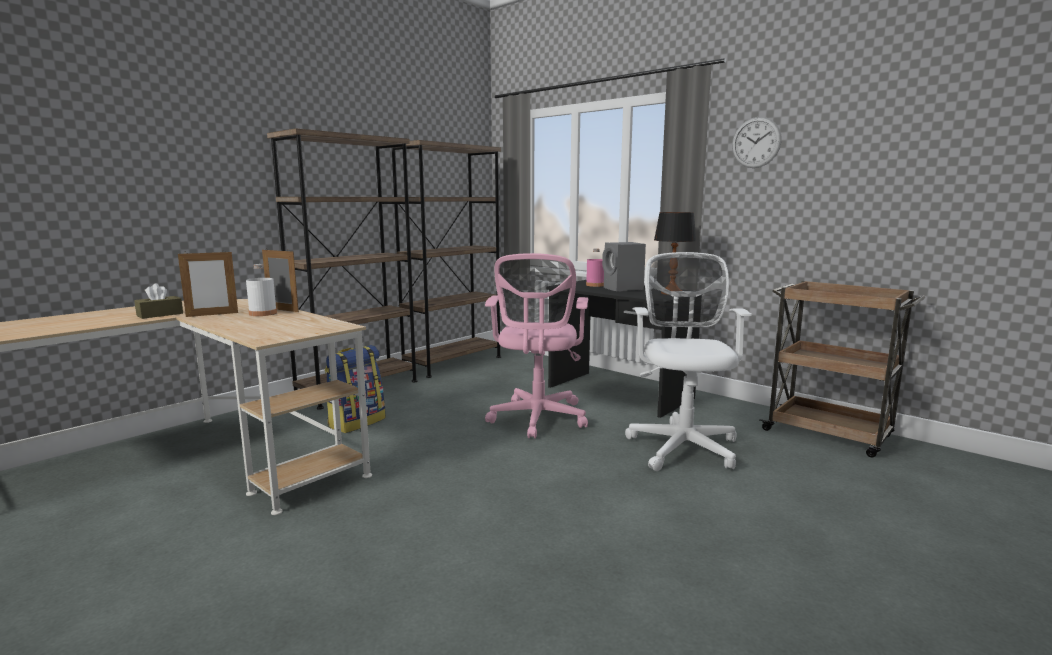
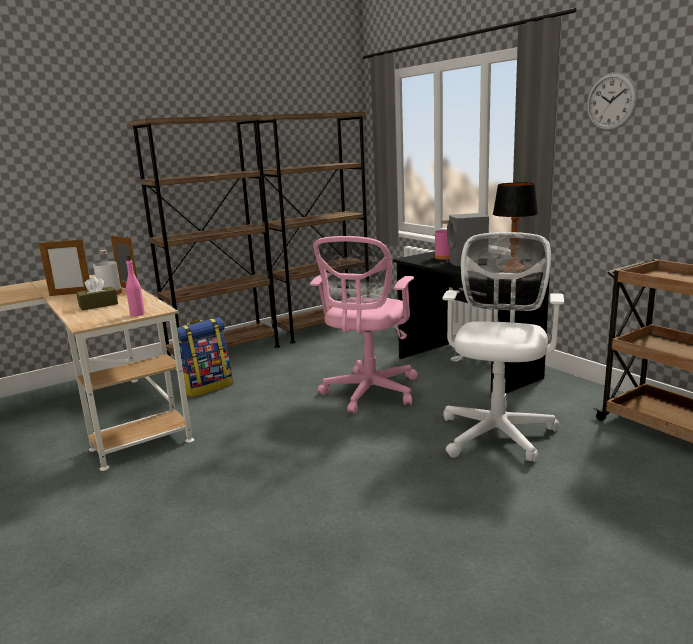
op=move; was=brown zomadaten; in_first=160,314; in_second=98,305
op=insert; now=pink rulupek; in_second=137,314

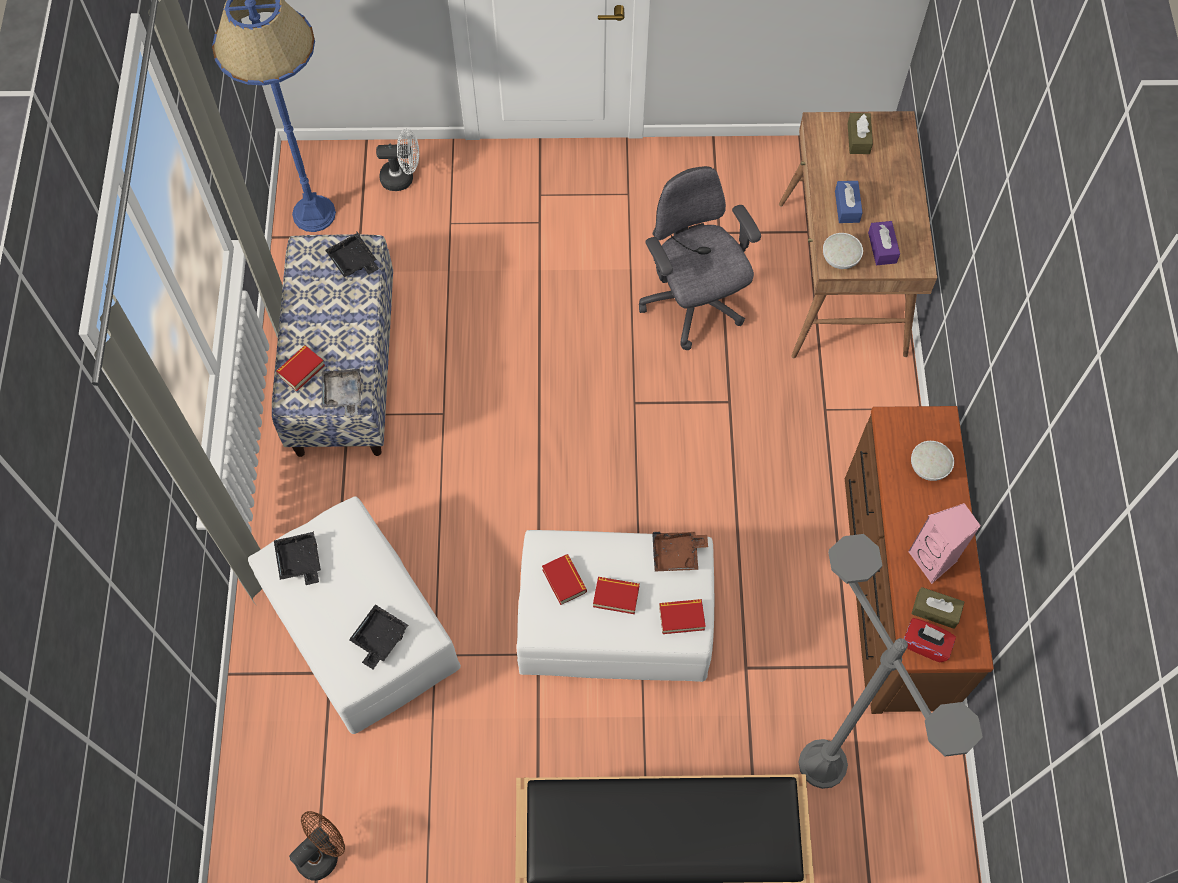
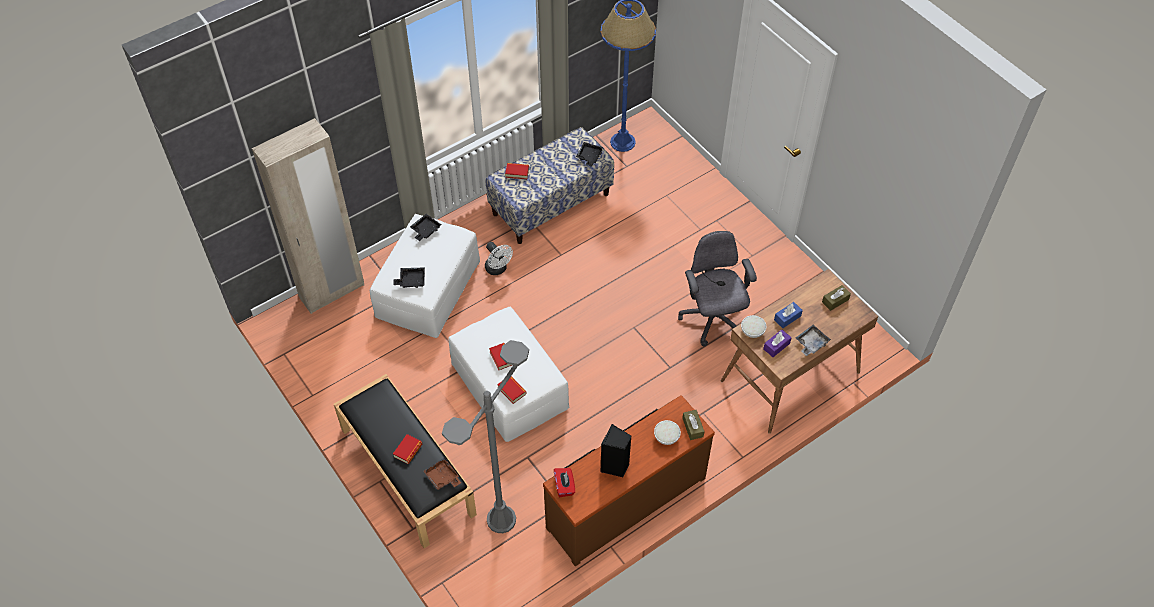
op=insert; now=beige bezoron; in_second=332,292
op=move; was=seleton; in_first=564,581; in_second=408,451
op=move; was=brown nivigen; in_first=677,554; in_second=442,477
op=move; was=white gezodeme; in_first=403,177; in_second=498,269
op=recolor; was=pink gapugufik; now=black gapugufik; in_first=934,559; in_second=615,466
op=rotate; was=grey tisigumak; in_first=692,304; in_second=712,320; clockwise=-45
op=move; was=brown zomadaten; in_first=935,611; in_second=692,427
op=move; was=grey nivigen; in_first=343,395; in_second=811,343
op=delete; was=brown gezodeme; in_first=322,852

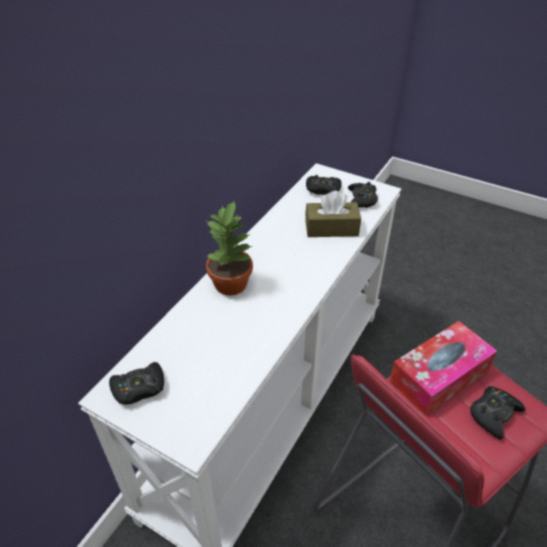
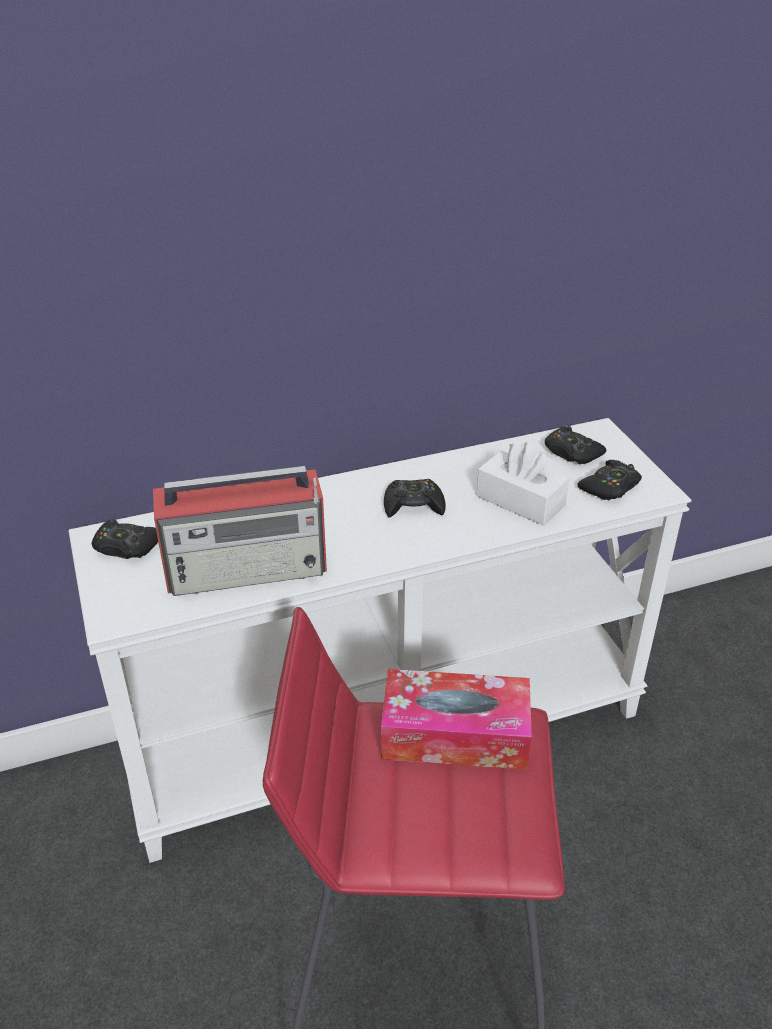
op=insert; now=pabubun; in_second=248,568
op=move; was=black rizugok; in_first=493,414; in_second=413,505
op=recolor; was=brown zomadaten; now=white zomadaten; in_first=331,228; in_second=520,501
op=delete; was=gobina; in_first=232,284

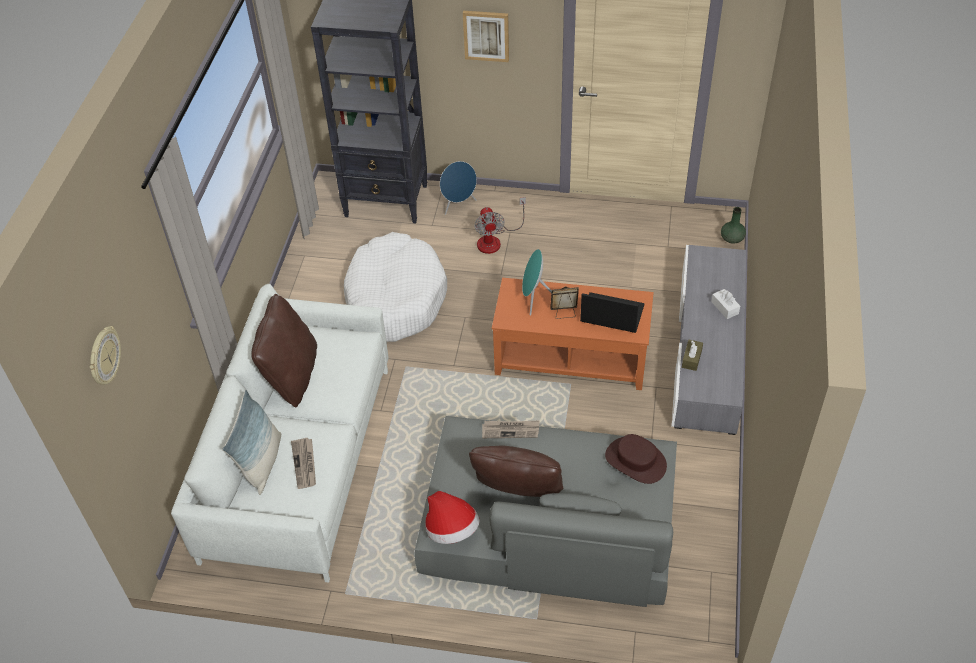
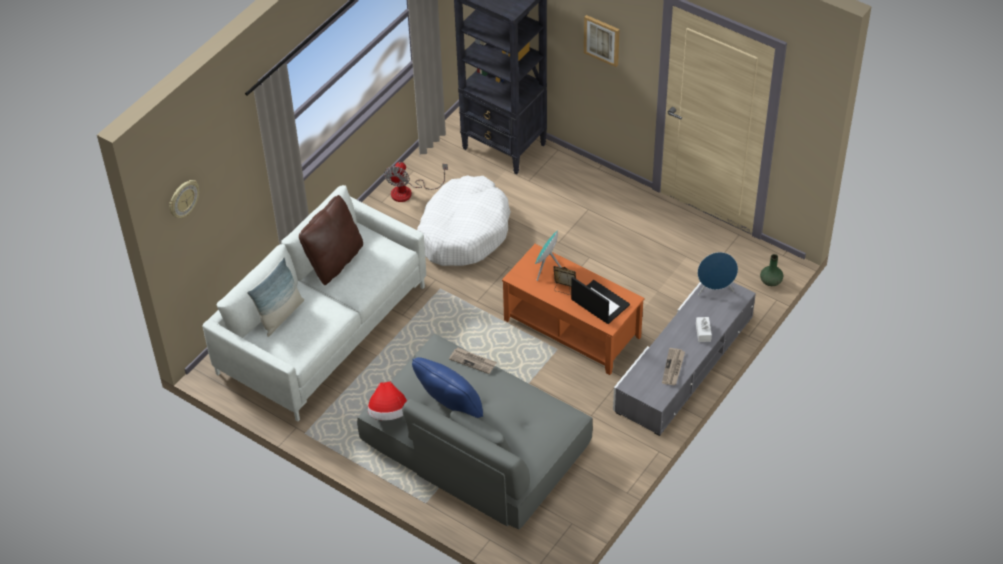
op=move; was=gezodeme; in_first=495,240; in_second=409,192
op=recolor; was=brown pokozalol; now=blue pokozalol; in_first=517,495; in_second=449,408
op=move; was=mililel; in_first=305,464; in_second=673,368
op=move; was=blue gapugufik; in_first=458,205; in_second=715,290
op=delete; was=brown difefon; in_first=636,461
op=delete; was=brown zomadaten; in_first=691,359

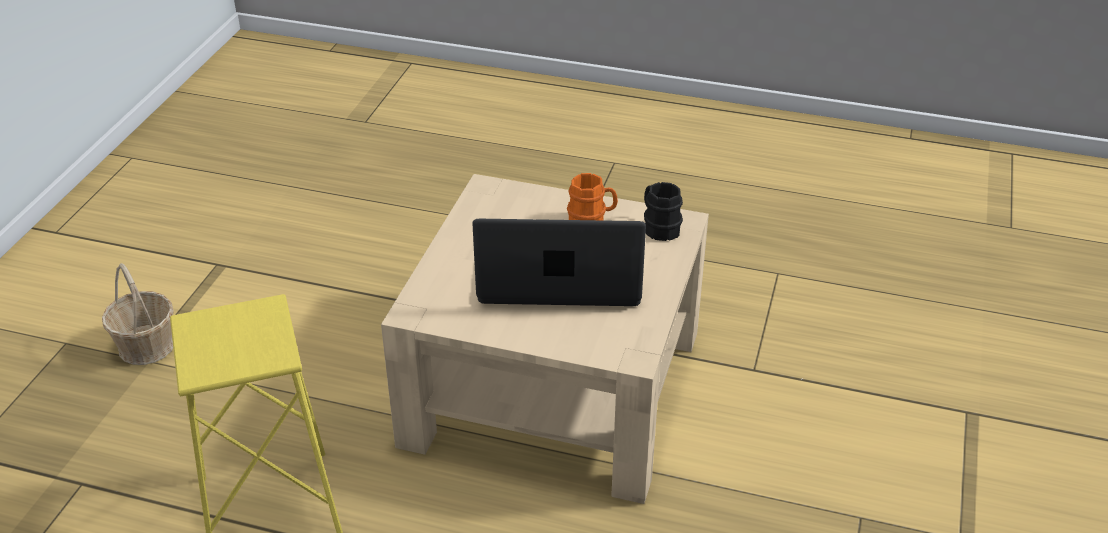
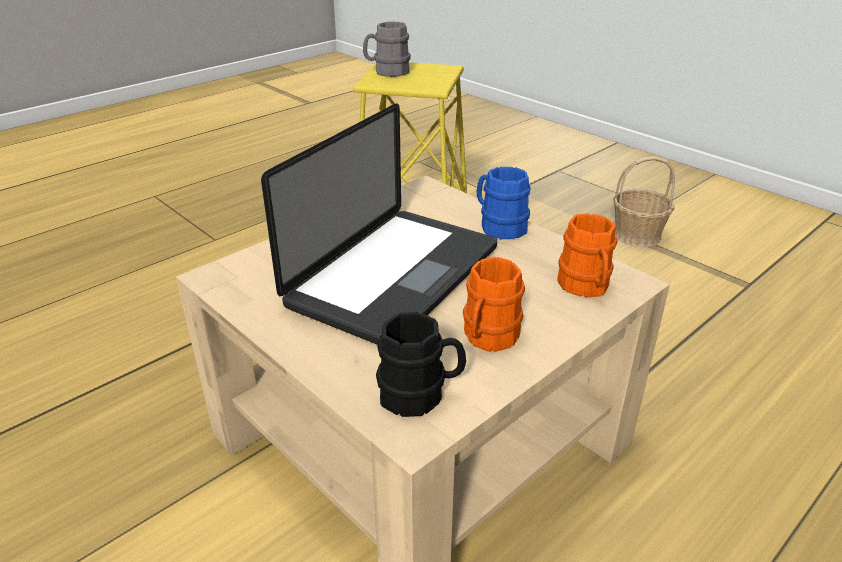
op=insert; now=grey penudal; in_second=387,72
op=insert; now=blue penudal; in_second=498,226
op=insert; now=orange penudal; in_second=585,287

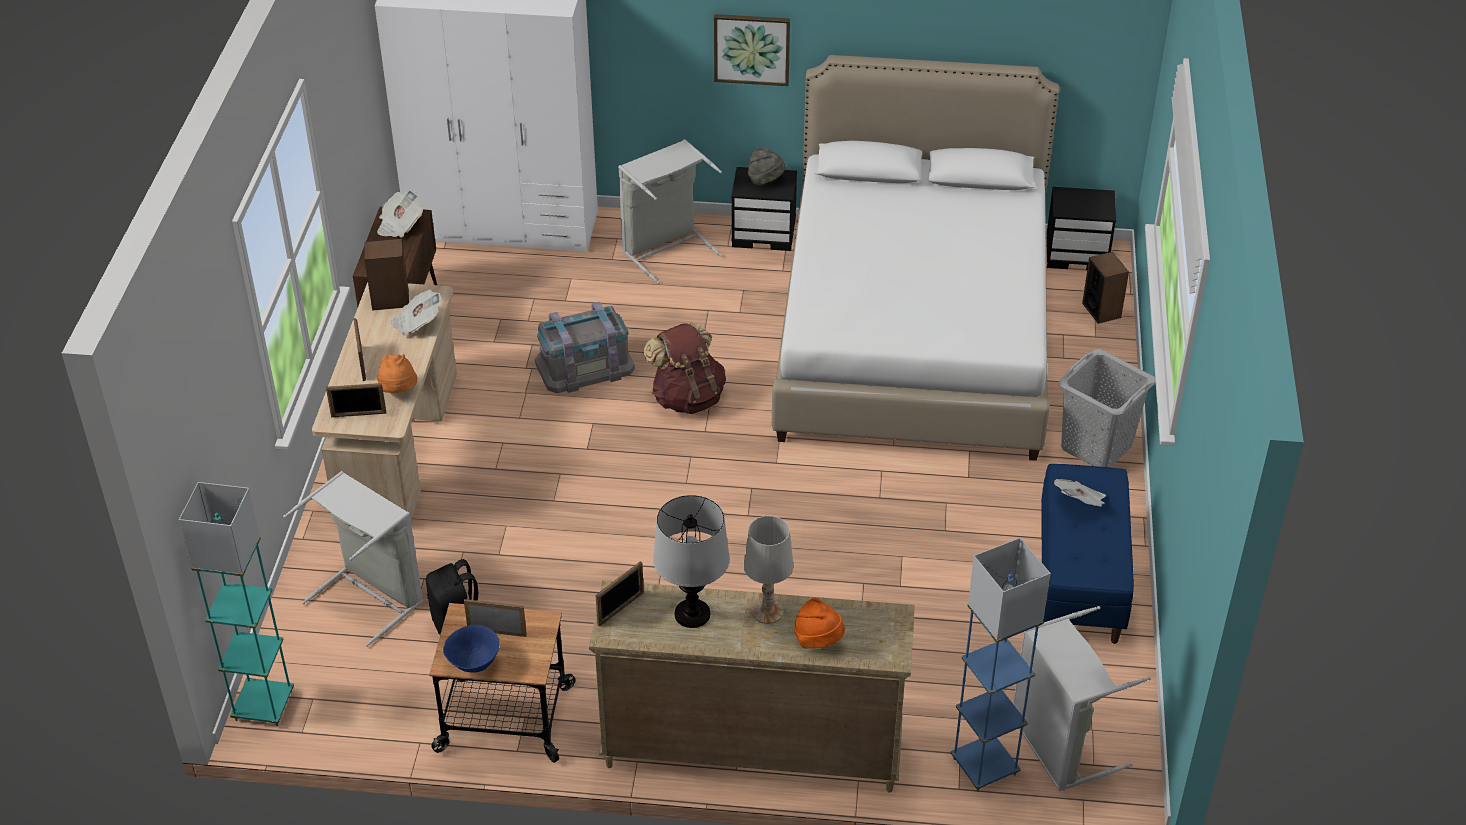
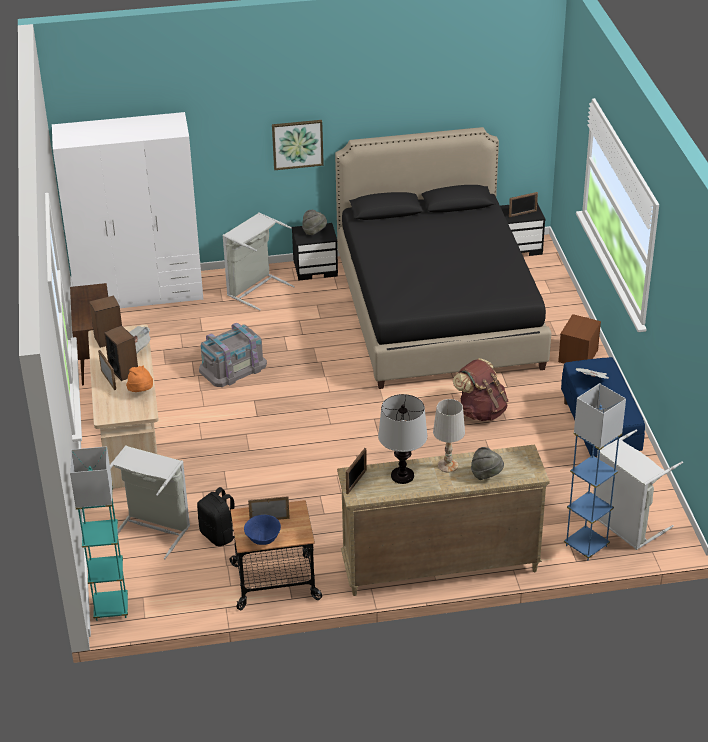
op=move; was=gapugufik; in_first=1101,310; in_second=124,371
op=recolor; was=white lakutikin; now=black lakutikin; in_first=913,334; in_second=437,311
op=move; was=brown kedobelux; in_first=687,398; in_second=481,411
op=recolor; was=orange difefon; now=grey difefon; in_first=818,640; in_second=486,475
op=move; was=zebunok; in_first=358,415; in_second=522,214
op=replace; was=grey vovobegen; now=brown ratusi; in_first=1096,447; in_second=578,355
op=delete; was=mililel; in_first=400,225

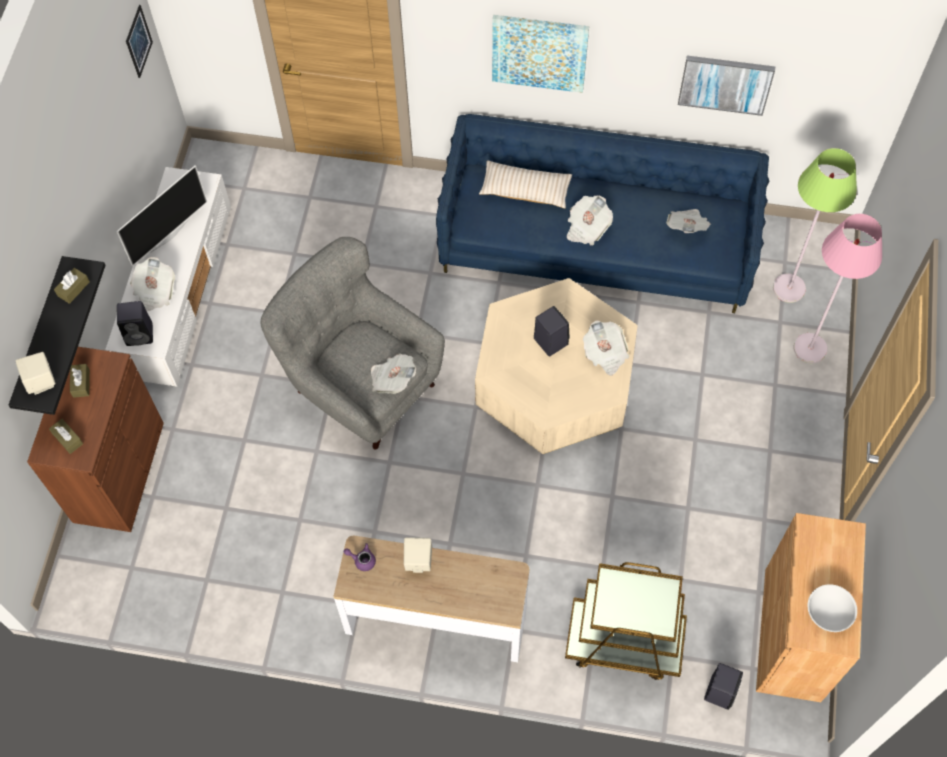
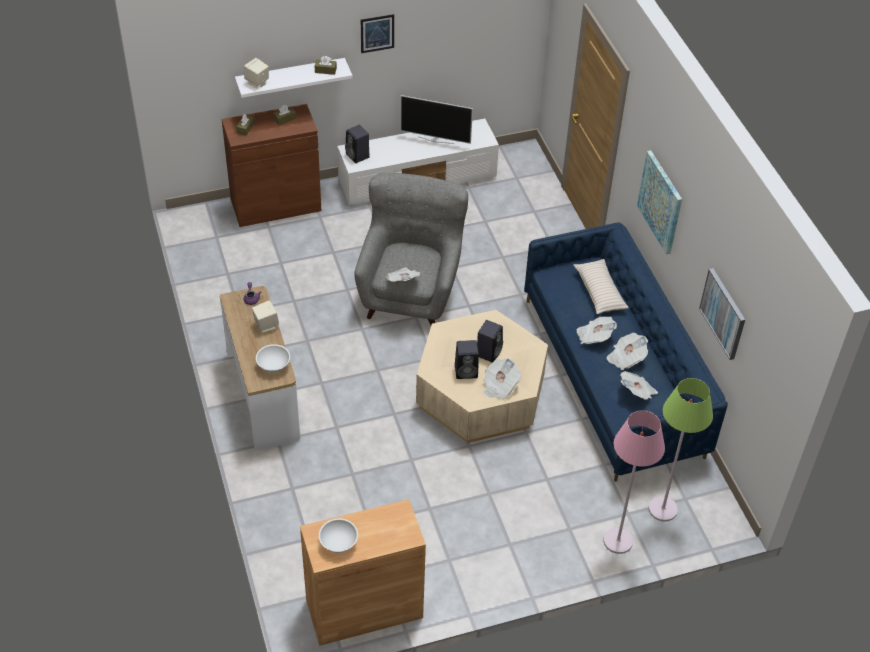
op=recolor; was=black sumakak; now=white sumakak; in_first=41,338; in_second=290,77
op=insert; now=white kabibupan; in_second=273,365
op=move; was=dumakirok; in_first=138,41; in_second=377,33
op=move; was=black gapugufik; in_first=720,690; in_second=467,371
op=move; was=mililel; in_first=155,292; in_second=626,358
op=delete; was=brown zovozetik; in_first=624,641

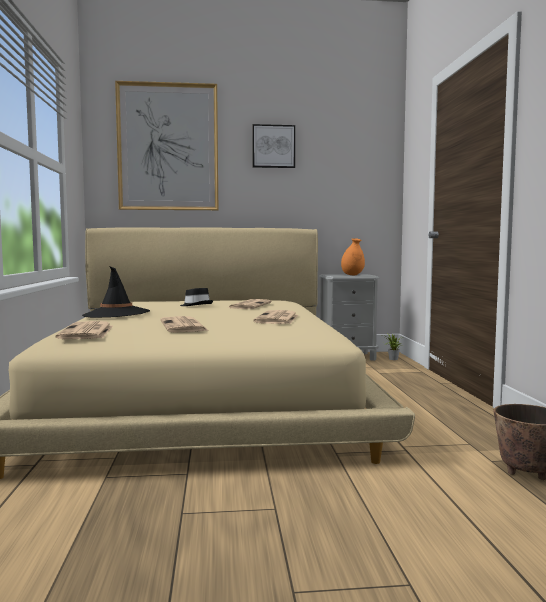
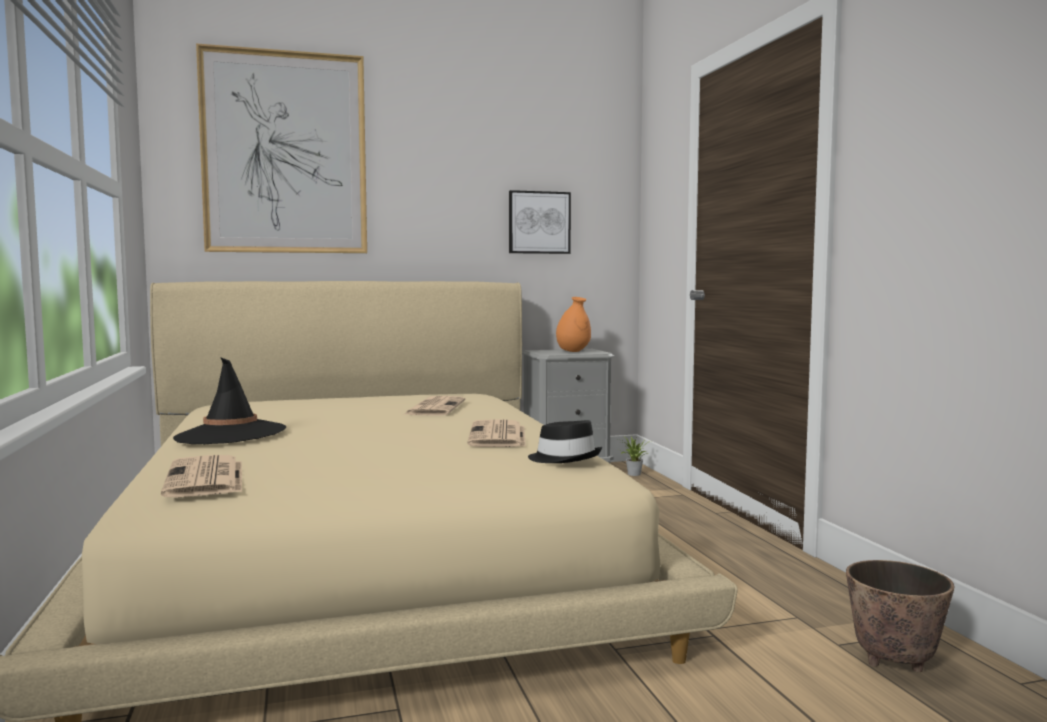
op=move; was=dumakirok; in_first=273,146; in_second=539,222
op=move; was=black difefon; in_first=196,305; in_second=565,458
op=delete; was=mililel; in_first=184,326

